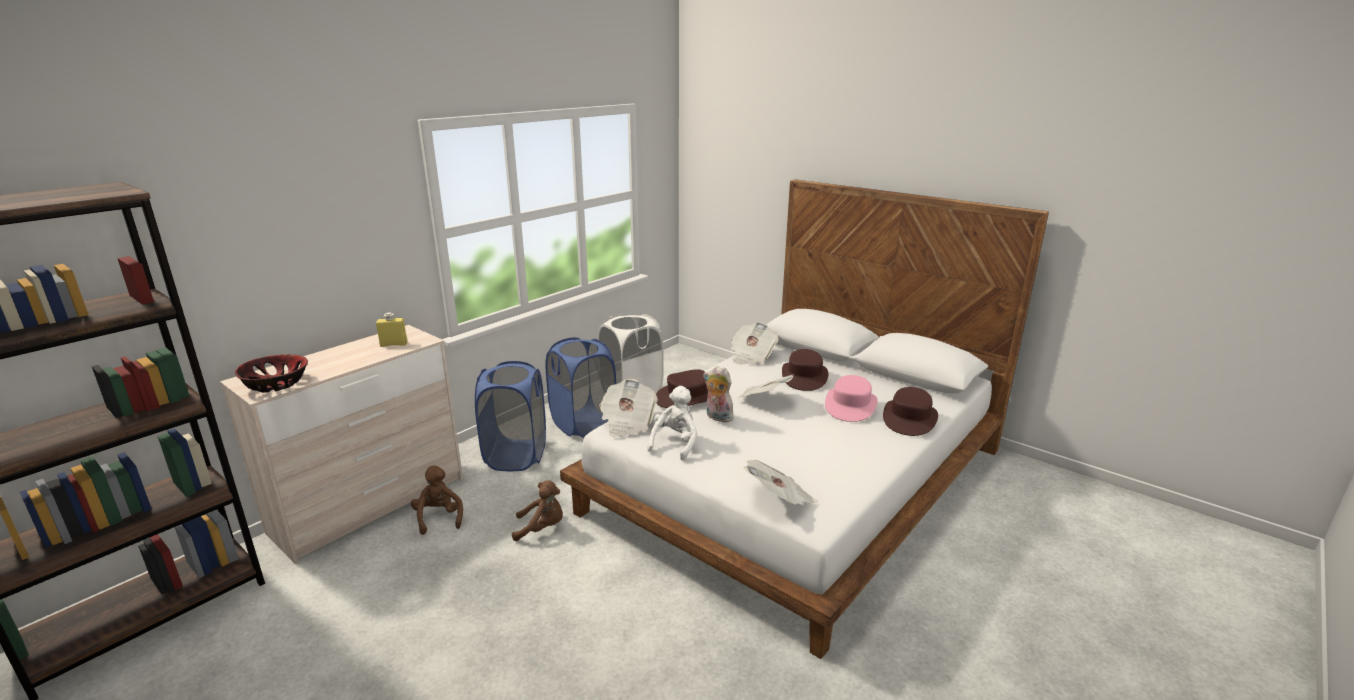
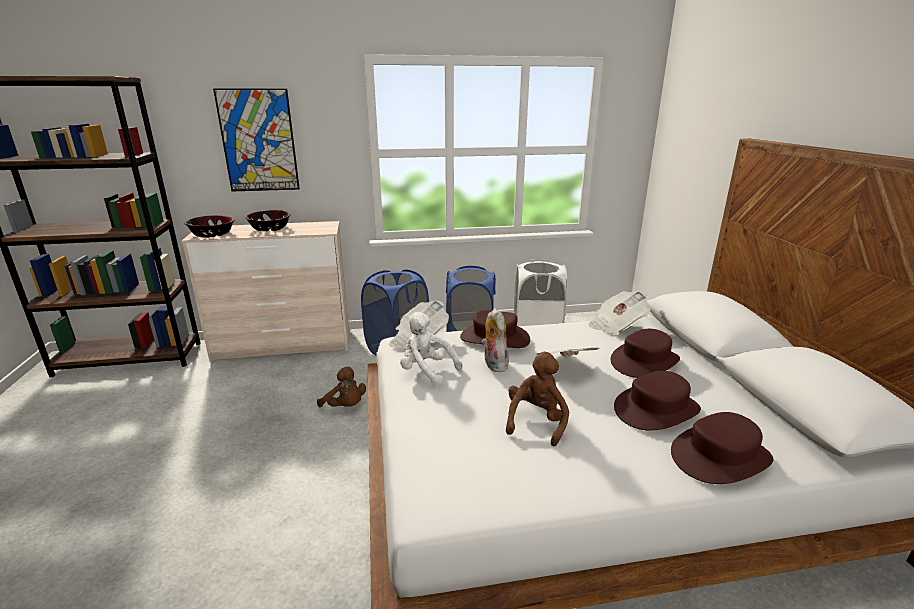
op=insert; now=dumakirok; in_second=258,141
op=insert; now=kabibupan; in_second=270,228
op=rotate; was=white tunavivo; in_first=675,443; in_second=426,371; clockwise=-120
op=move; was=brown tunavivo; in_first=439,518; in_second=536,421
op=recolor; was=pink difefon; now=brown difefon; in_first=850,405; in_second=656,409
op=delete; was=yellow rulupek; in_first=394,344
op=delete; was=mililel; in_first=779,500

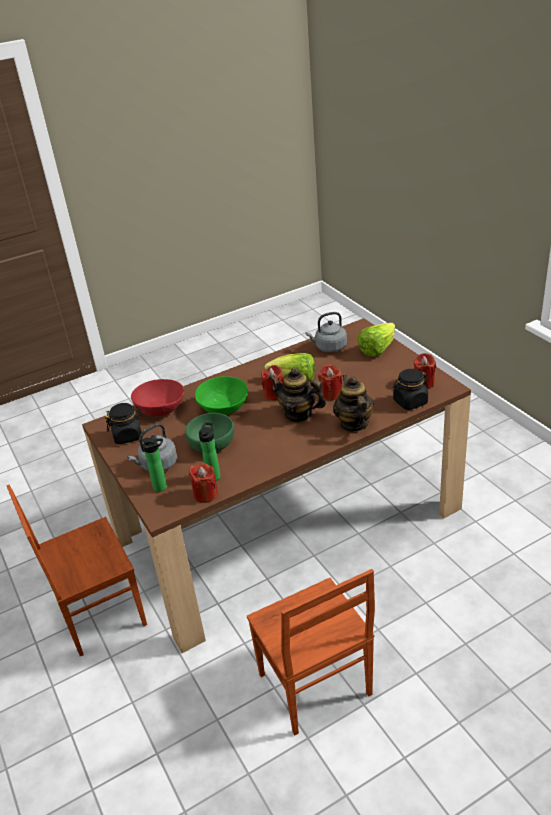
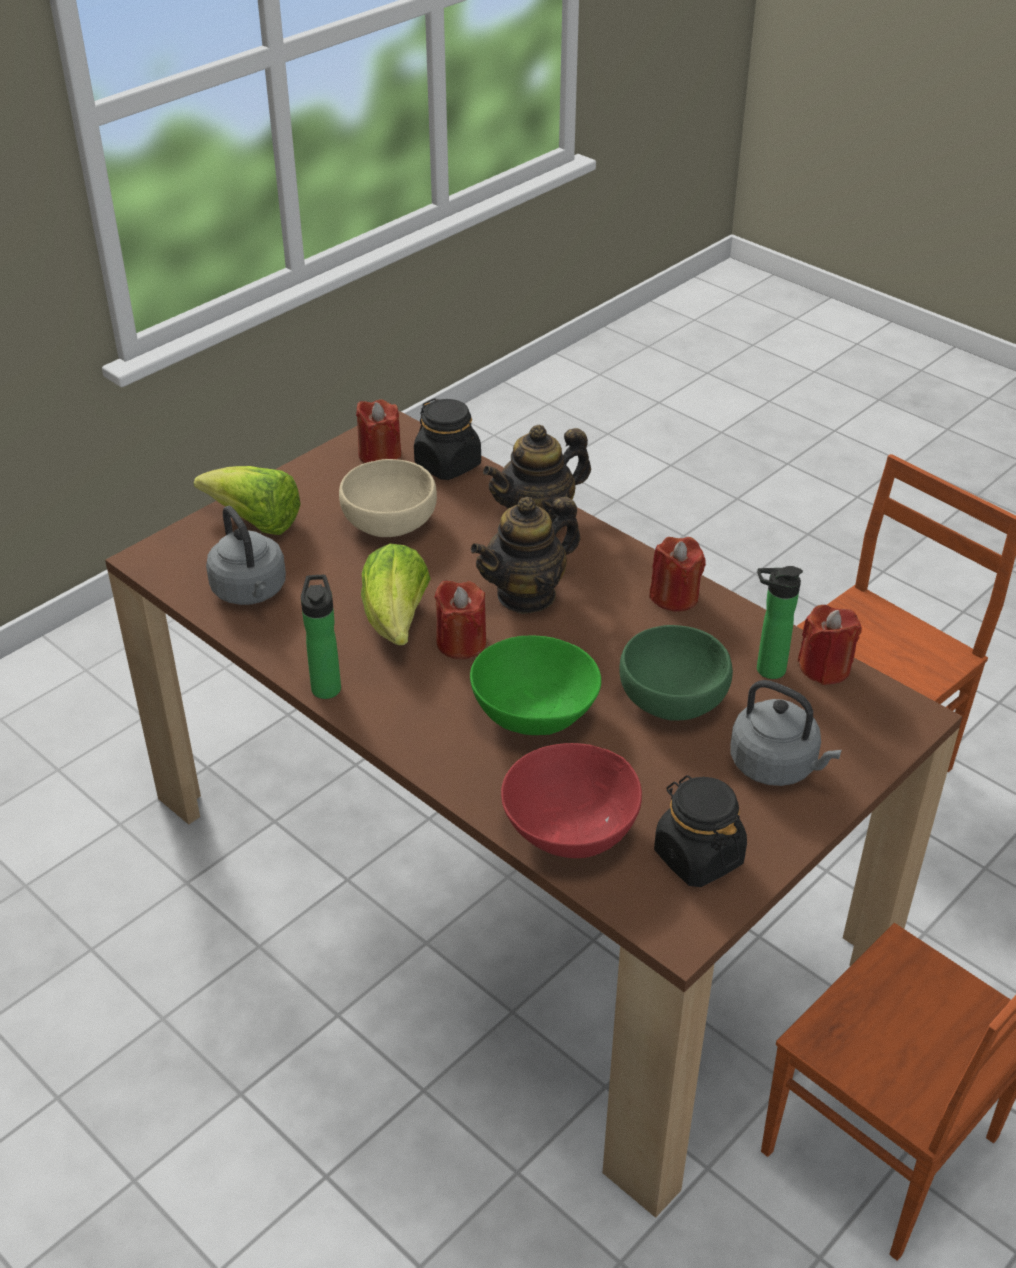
op=move; was=rulupek; in_first=162,487; in_second=326,686
op=insert; now=beige kabibupan; in_second=388,521
op=rotate; was=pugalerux; in_first=298,414; in_second=526,594; clockwise=45
op=move; was=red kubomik; in_first=331,394; in_second=674,596

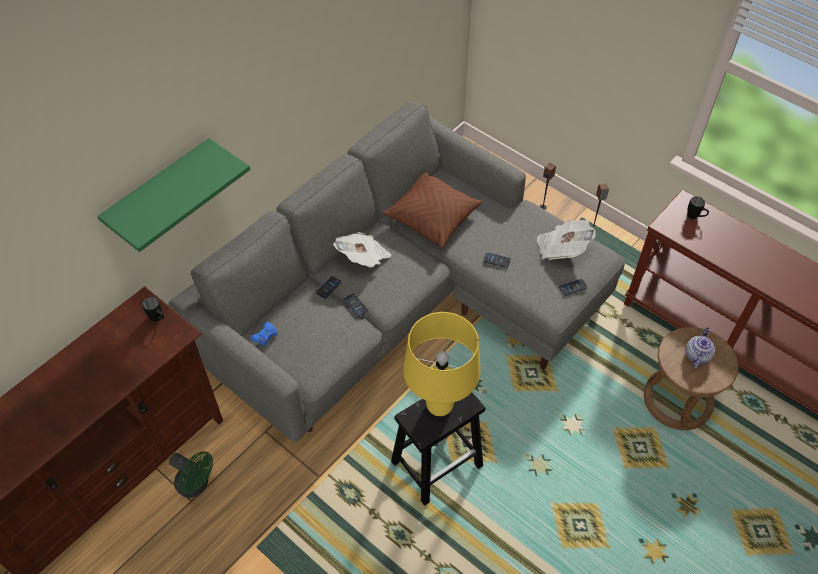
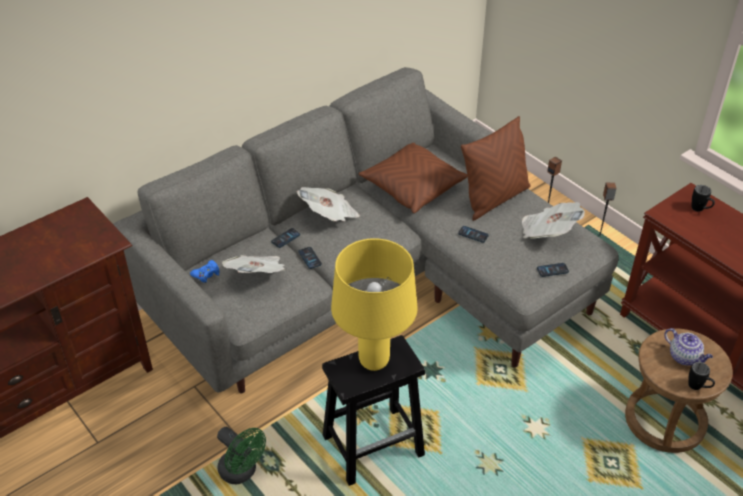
op=move; was=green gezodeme; in_first=196,485; in_second=242,472
op=insert; now=mililel; in_second=257,275
op=insert; now=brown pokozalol; in_second=494,199
op=rotate; was=pugalerux; in_first=697,355; in_second=684,357; clockwise=105
op=move; was=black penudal; in_first=158,319; in_second=698,388
op=delete; was=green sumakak; in_first=160,192

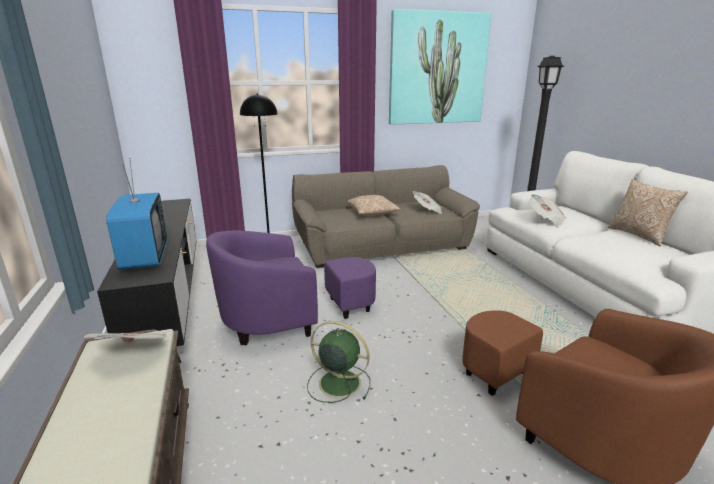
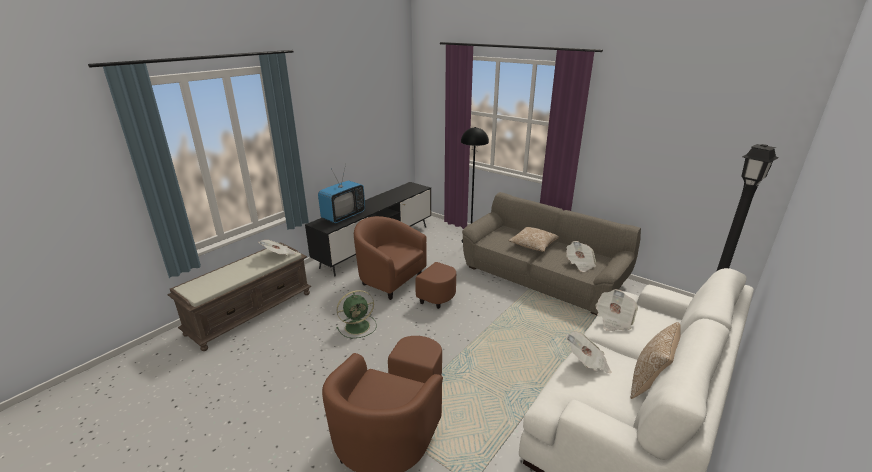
op=rotate; was=green gezodeme; in_first=338,382; in_second=358,326; clockwise=75
op=recolor; was=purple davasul; now=brown davasul; in_first=289,318; in_second=400,285
op=insert; now=mililel; in_second=587,362
op=delete; was=dumakirok; in_first=437,69

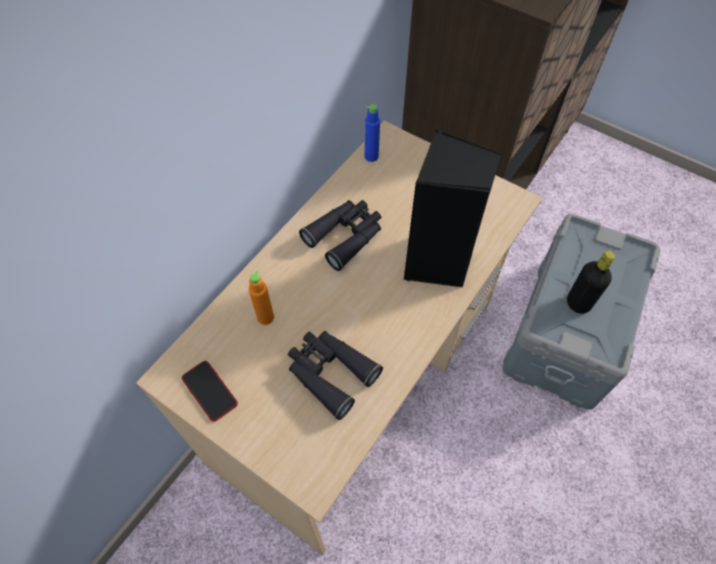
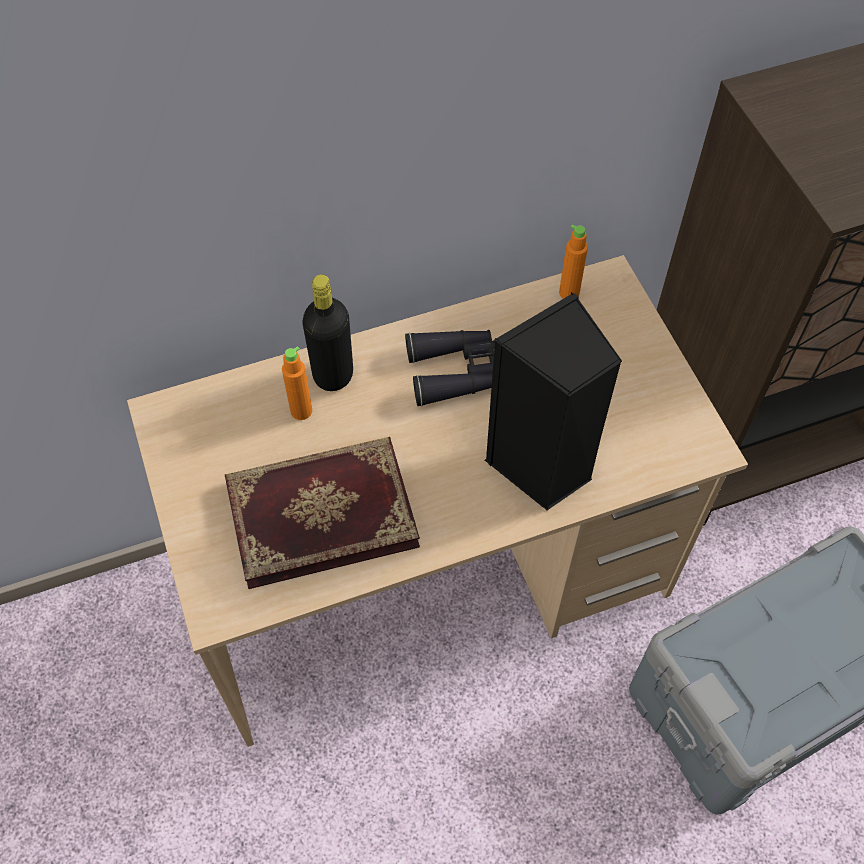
op=replace; was=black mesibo; now=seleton; in_first=330,373; in_second=321,511
op=move; was=black rulupek; in_first=578,303; in_second=333,375
op=recolor; was=blue rulupek; now=orange rulupek; in_first=371,156; in_second=569,292
op=delete; was=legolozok; in_first=209,391

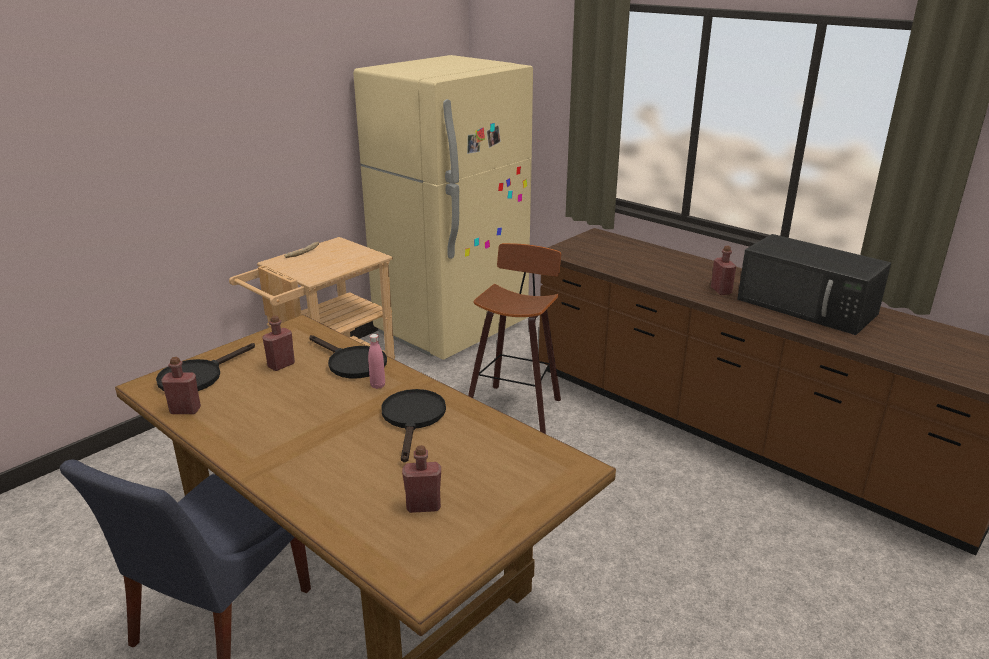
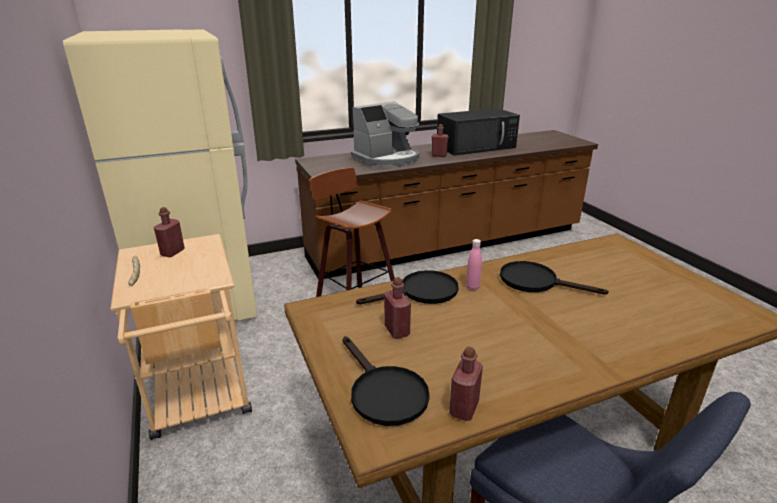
op=move; was=red rulupek; in_first=423,506; in_second=172,252
op=insert; now=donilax; in_second=387,159

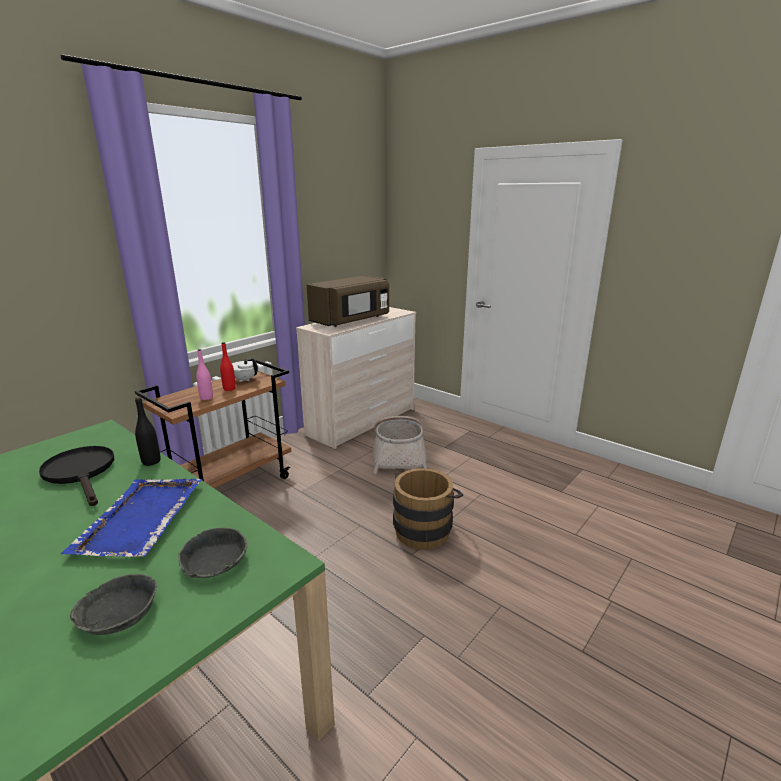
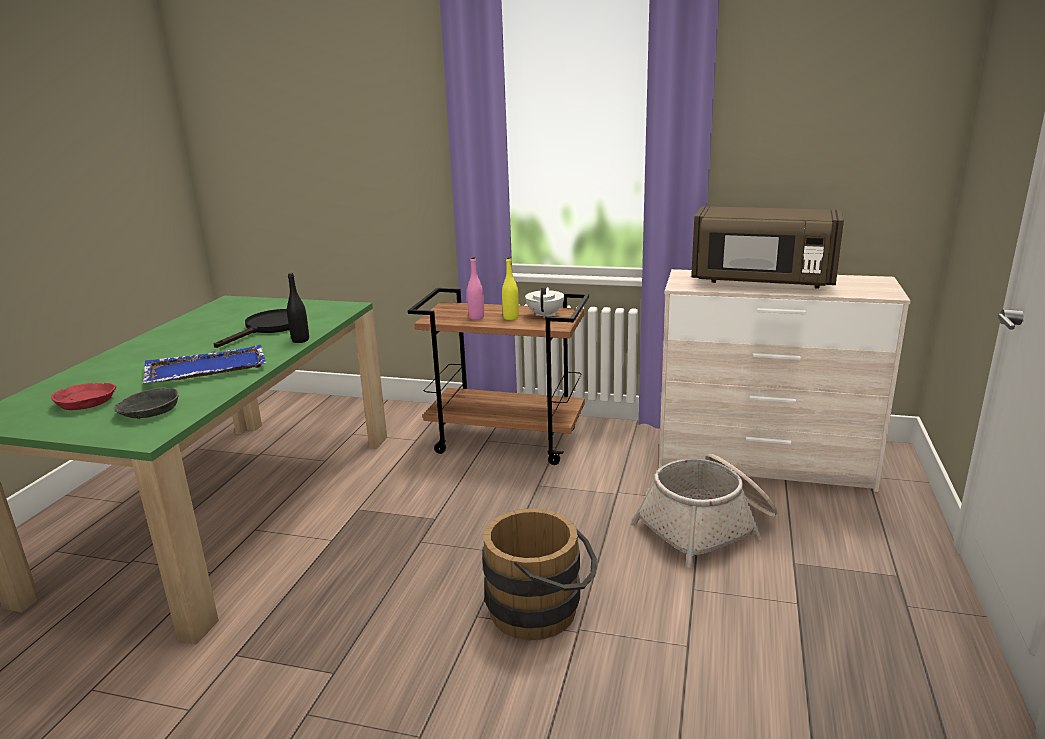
op=recolor; was=grey kabibupan; now=red kabibupan; in_first=118,611; in_second=87,402
op=recolor; was=red rulupek; now=yellow rulupek; in_first=229,389; in_second=511,318

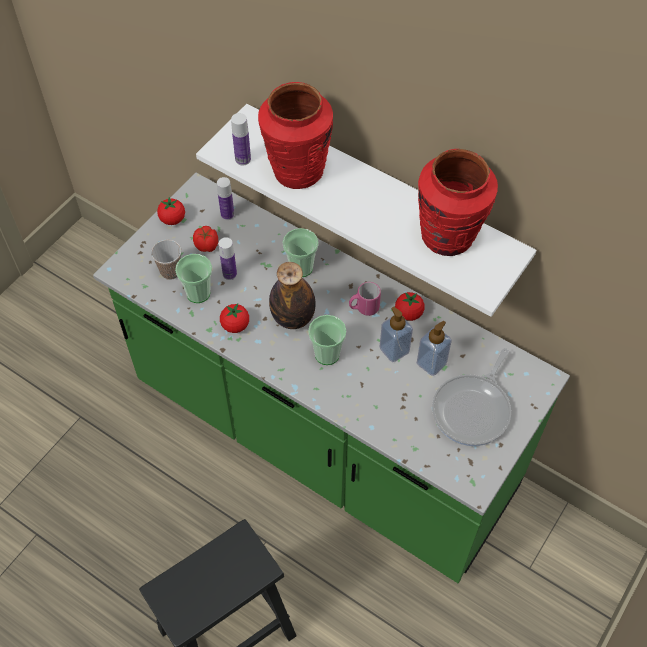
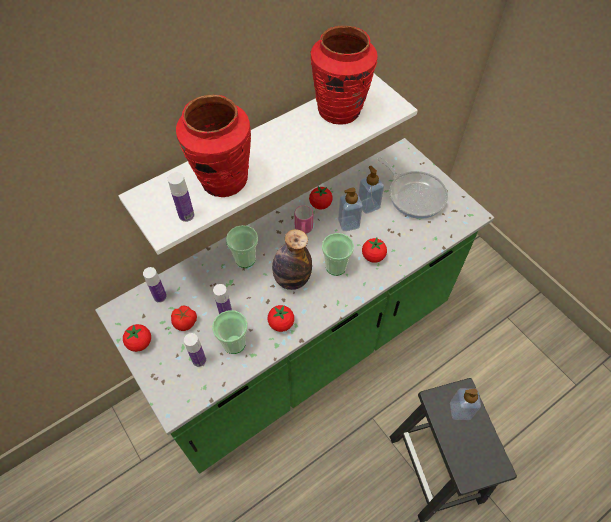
op=replace; was=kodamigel; now=rulupek; in_first=170,271; in_second=199,360
op=insert; now=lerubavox; in_second=373,256
op=insert; now=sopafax; in_second=460,410

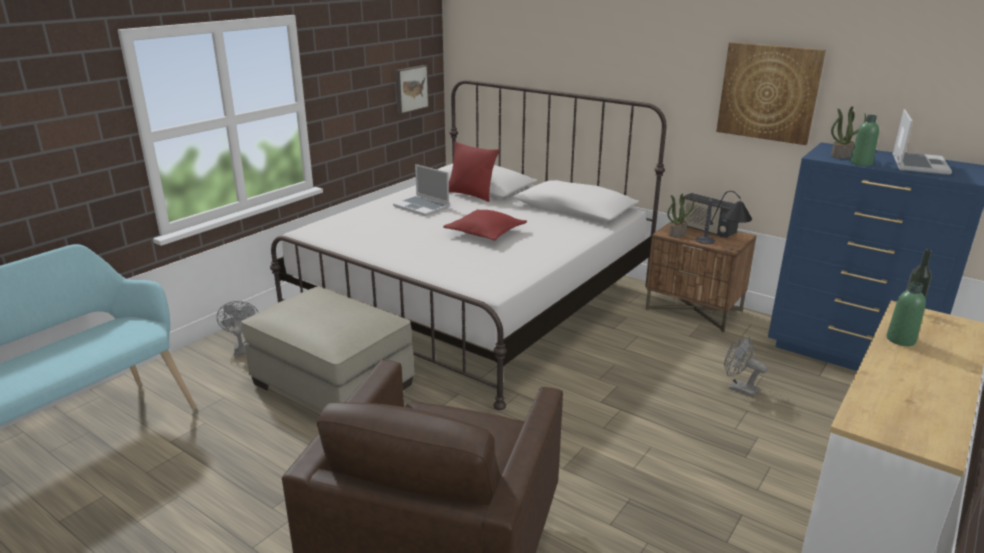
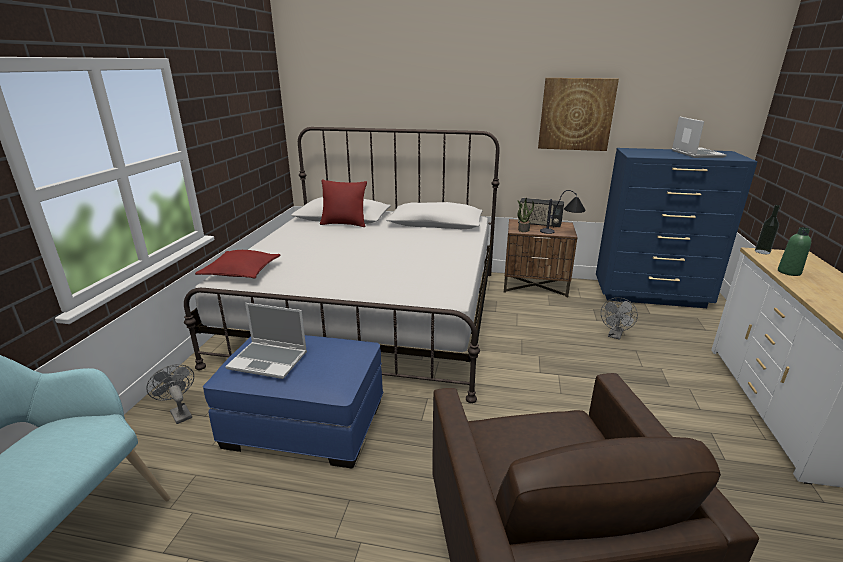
op=move; was=red pokozalol; in_first=485,233; in_second=241,272
op=recolor; was=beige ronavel; now=blue ronavel; in_first=333,384; in_second=306,423
op=move; was=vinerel; in_first=422,207; in_second=269,360
op=rotate; was=grey gezodeme; in_first=738,388; in_second=615,335; clockwise=-75
op=delete; was=dumakirok; in_first=410,88
op=delete; was=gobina; in_first=841,155
op=delete; was=green rulupek; in_first=861,163

